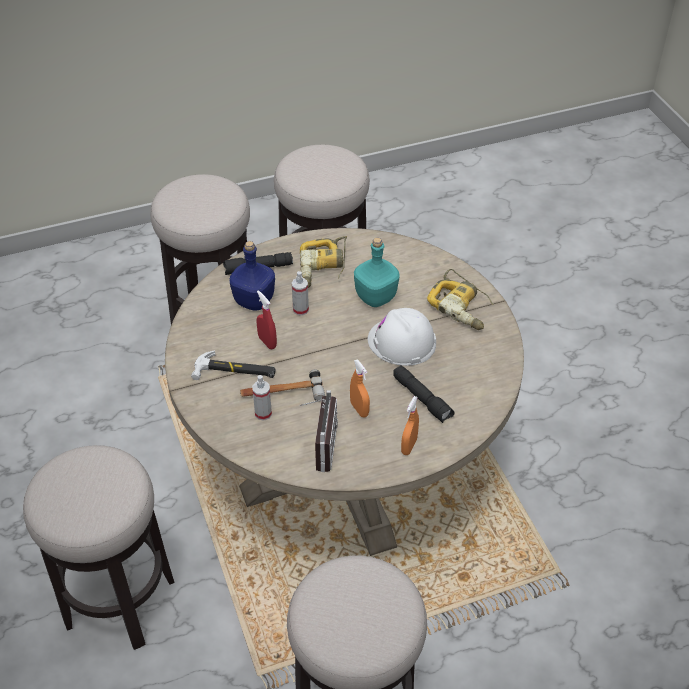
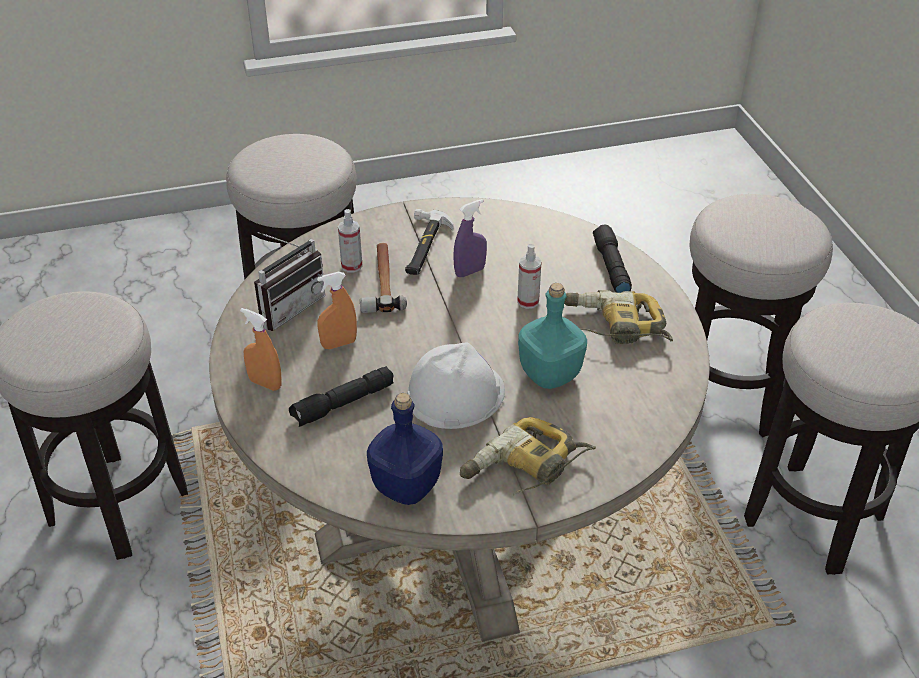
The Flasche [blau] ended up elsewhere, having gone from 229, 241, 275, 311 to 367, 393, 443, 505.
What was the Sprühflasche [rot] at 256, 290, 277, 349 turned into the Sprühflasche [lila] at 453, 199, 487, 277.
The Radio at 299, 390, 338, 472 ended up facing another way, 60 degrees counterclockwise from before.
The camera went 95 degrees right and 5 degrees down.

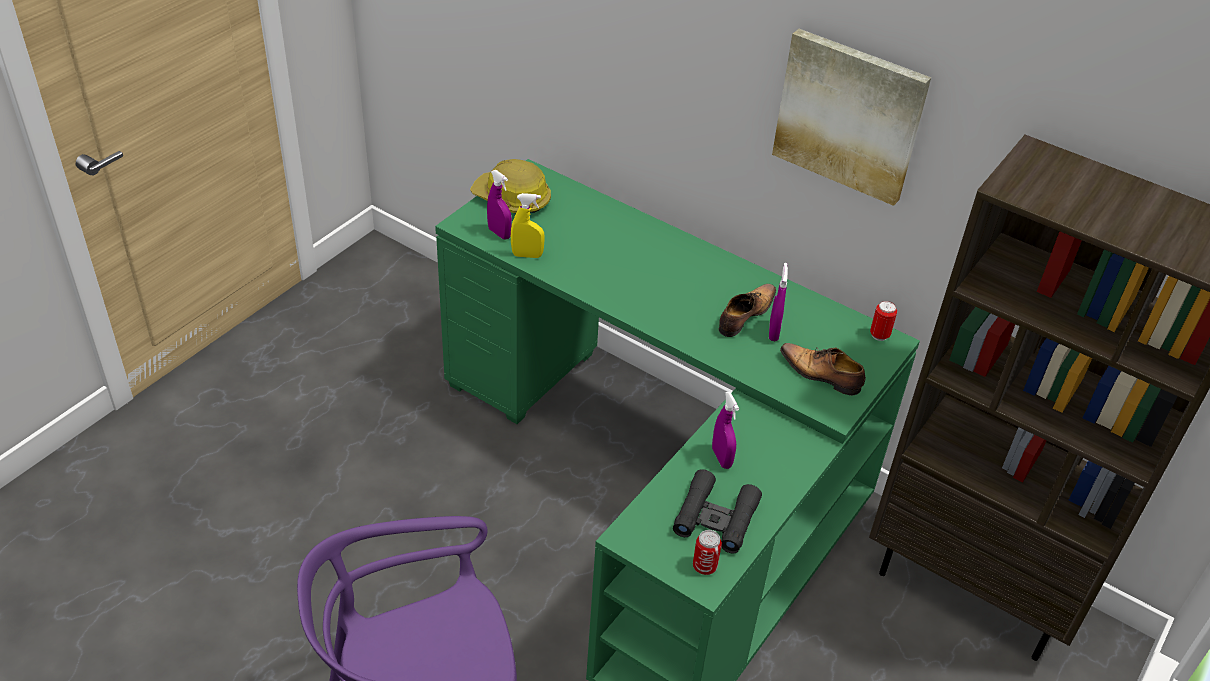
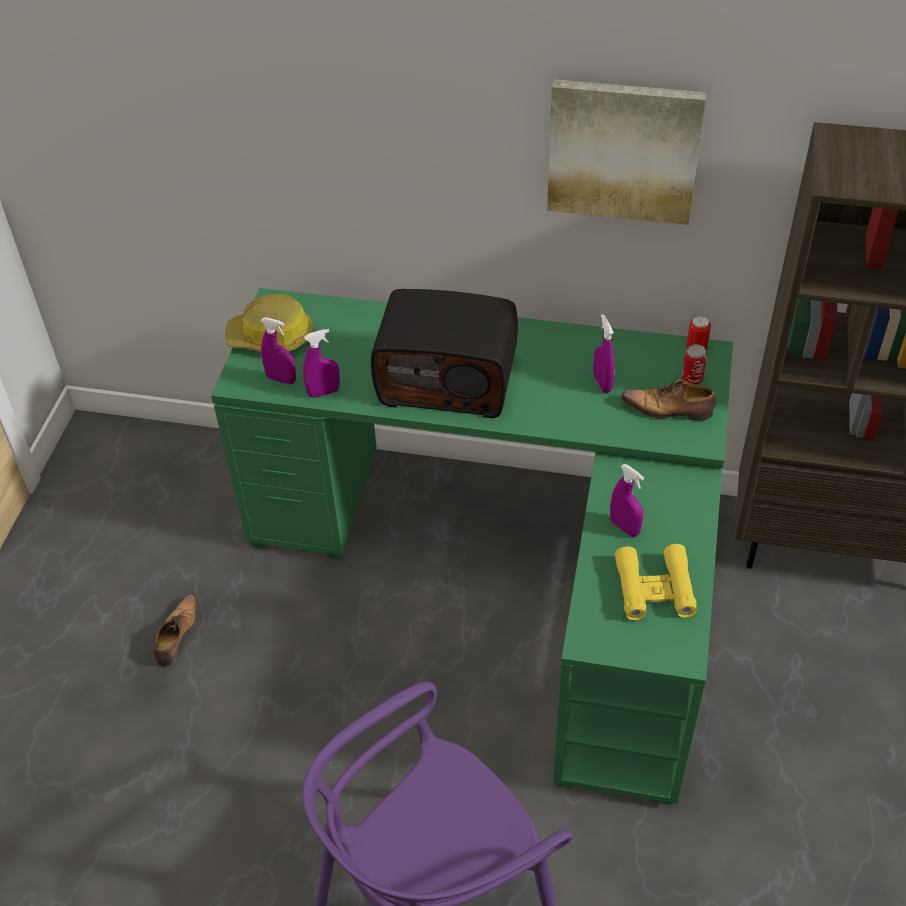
The second view gained the Radio at 371, 289, 518, 418.
The Dose ended up elsewhere, having gone from 693, 530, 722, 575 to 681, 344, 707, 385.
The Schuh ended up elsewhere, having gone from 719, 284, 776, 337 to 154, 594, 198, 667.
What was the Sprühflasche [gelb] at 511, 193, 545, 258 turned into the Sprühflasche [lila] at 303, 329, 340, 398.
What was the Fernglas [schwarz] at 673, 469, 762, 553 turned into the Fernglas [gelb] at 614, 544, 697, 620.
The camera went 20 degrees left and 5 degrees up.

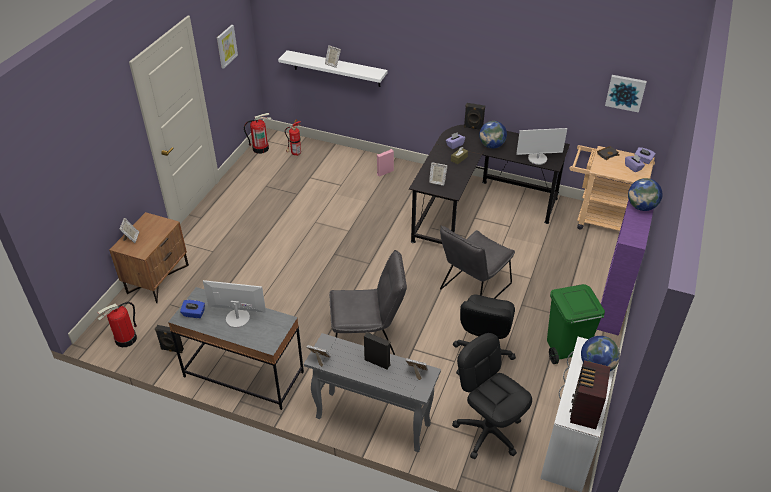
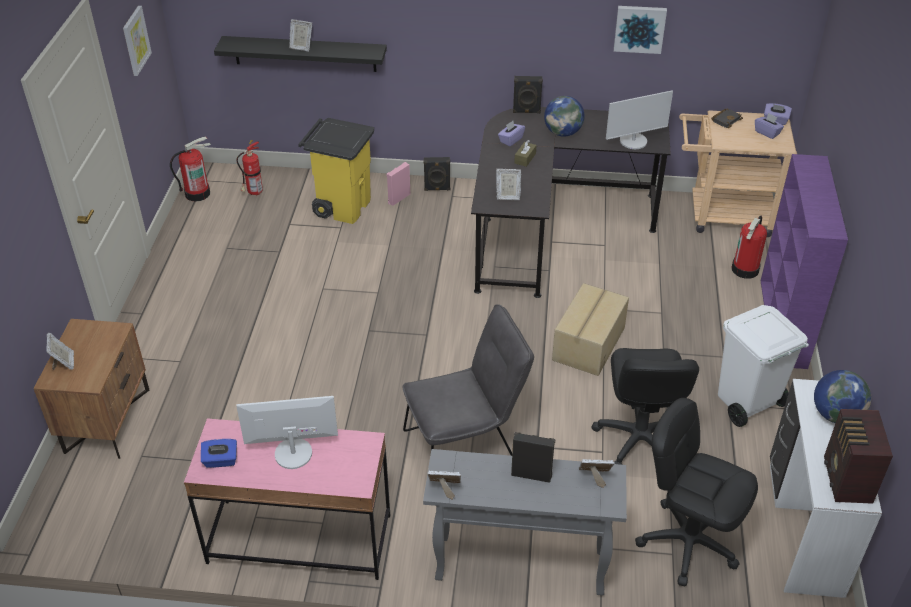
The second view lost the Globus at 628, 178, 663, 211.
The second view gained the Mülleimer [gelb] at 298, 118, 374, 224.
The Feuerlöscher ended up elsewhere, having gone from 98, 302, 137, 347 to 732, 216, 767, 279.
The Lautsprecher [schwarz] ended up elsewhere, having gone from 155, 325, 184, 353 to 423, 157, 450, 191.
The Bild ended up elsewhere, having gone from 605, 75, 647, 113 to 614, 6, 667, 54.
Where the Stuhl [grau] stood at 440, 225, 515, 299, the Karton came to stand at 552, 283, 629, 376.
What was the Schreibtisch [grau] at 168, 287, 304, 410 turned into the Schreibtisch [rosa] at 184, 418, 390, 580.
What was the Wandregal [weiß] at 278, 50, 387, 87 turned into the Wandregal [schwarz] at 214, 36, 387, 72.
What was the Mülleimer [grün] at 547, 284, 605, 364 turned into the Mülleimer [weiß] at 718, 305, 809, 427.
The camera went 15 degrees left and 0 degrees up.

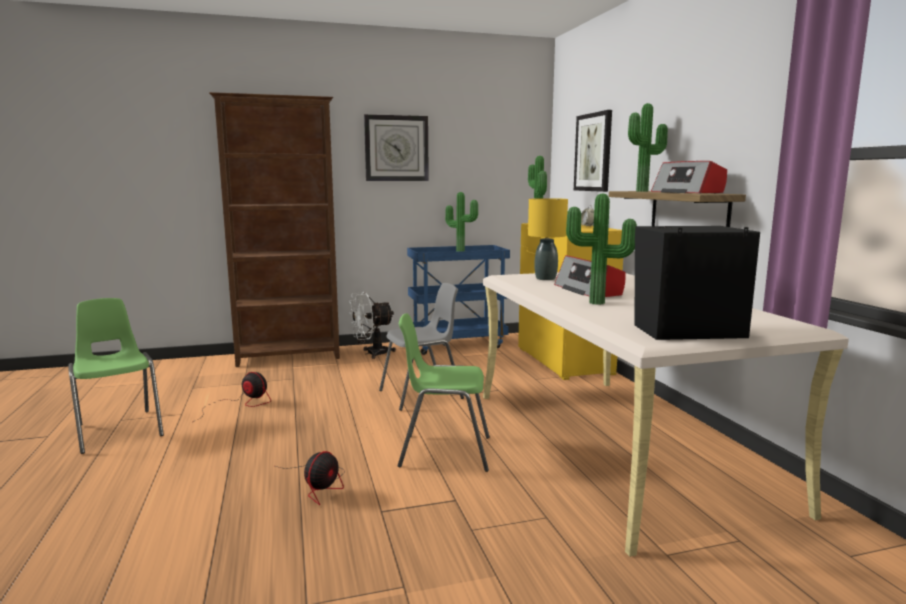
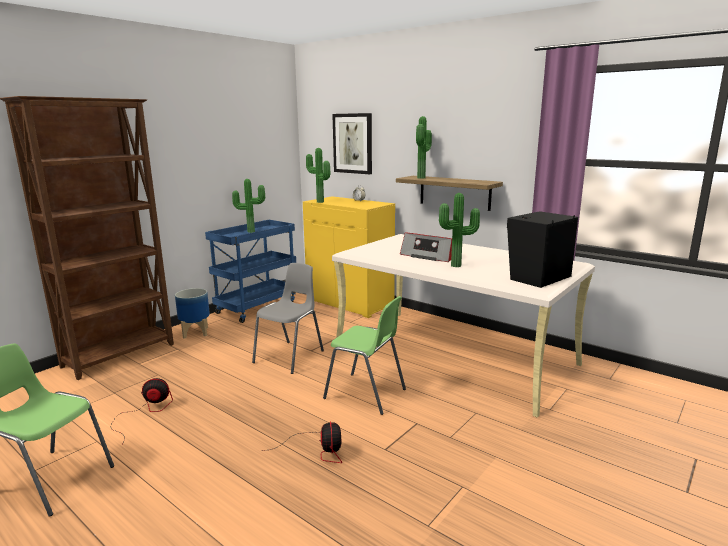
The second view lost the Wanduhr at 364, 114, 429, 181.
The second view lost the Tischlampe [gelb] at 528, 198, 568, 280.
The second view lost the Radio at 651, 161, 727, 194.
Where the Ventilator [weiß] stood at 349, 292, 396, 359, the Pflanzkübel came to stand at 175, 288, 210, 339.
The Stuhl [grün] at 398, 313, 490, 472 ended up facing another way, 120 degrees counterclockwise from before.
The camera went 35 degrees left and 5 degrees up.

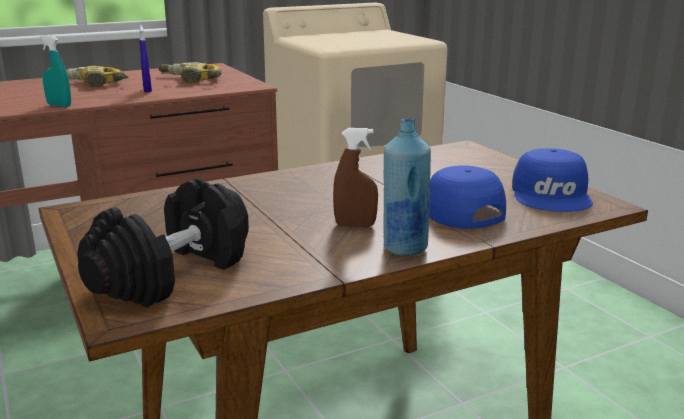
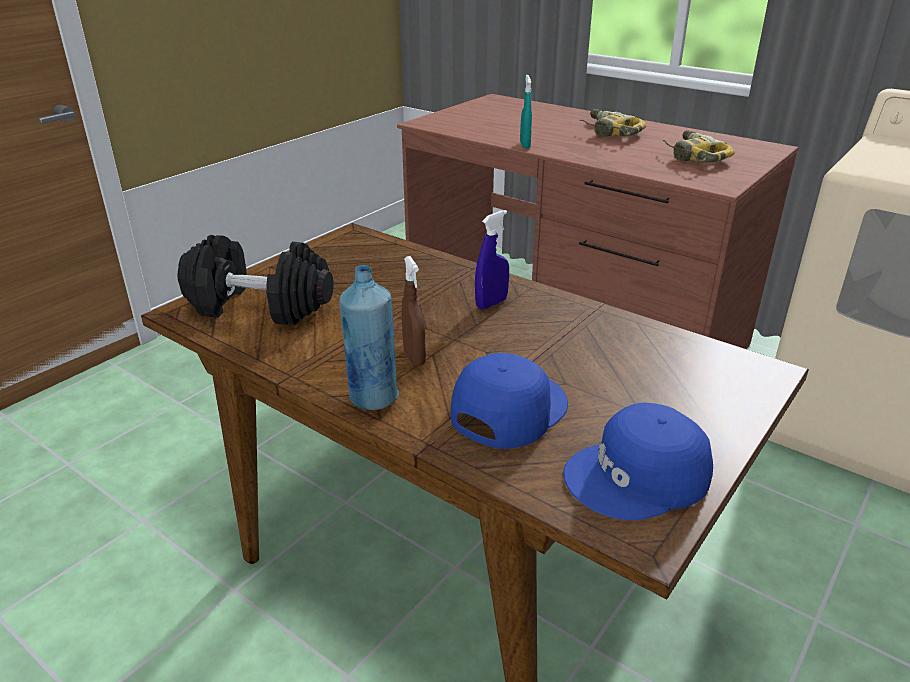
The Sprühflasche [blau] ended up elsewhere, having gone from 139, 25, 152, 93 to 475, 210, 509, 309.
The camera went 65 degrees right and 10 degrees up.

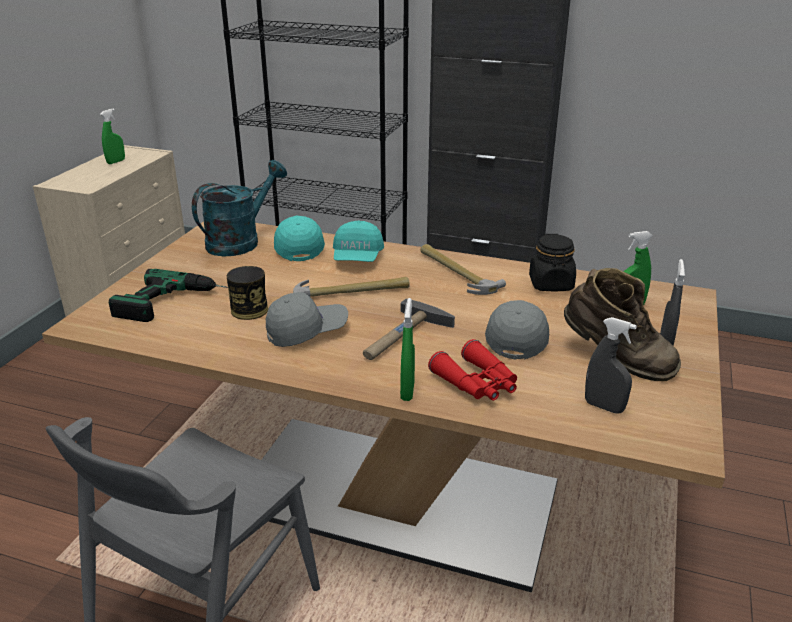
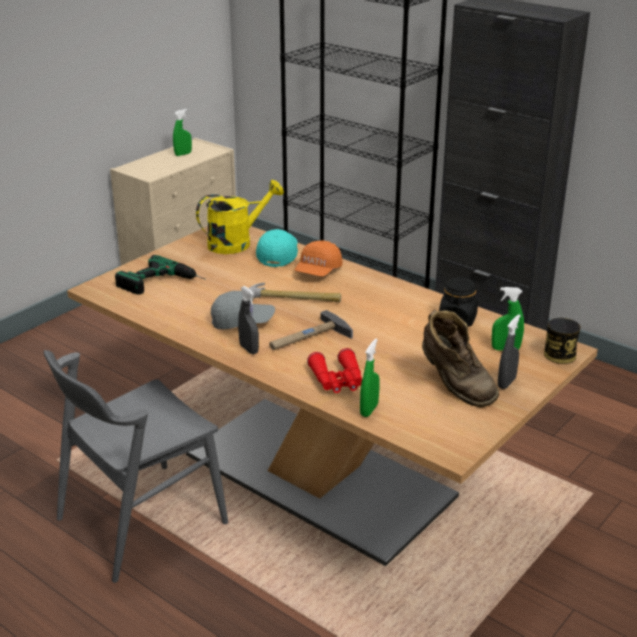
The second view lost the Hammer at 420, 244, 506, 295.
The second view lost the Kappe [grau] at 485, 300, 549, 360.
The Dose ended up elsewhere, having gone from 227, 266, 268, 320 to 544, 318, 581, 364.
The Sprühflasche [grün] ended up elsewhere, having gone from 400, 298, 415, 401 to 360, 339, 380, 417.
The Sprühflasche [grau] ended up elsewhere, having gone from 585, 317, 637, 413 to 238, 286, 259, 354.
What was the Gießkanne [türkis] at 192, 160, 287, 257 turned into the Gießkanne [gelb] at 196, 180, 284, 254.
What was the Kappe [türkis] at 333, 221, 384, 262 turned into the Kappe [orange] at 294, 240, 343, 276.
The camera went 20 degrees right and 0 degrees up.

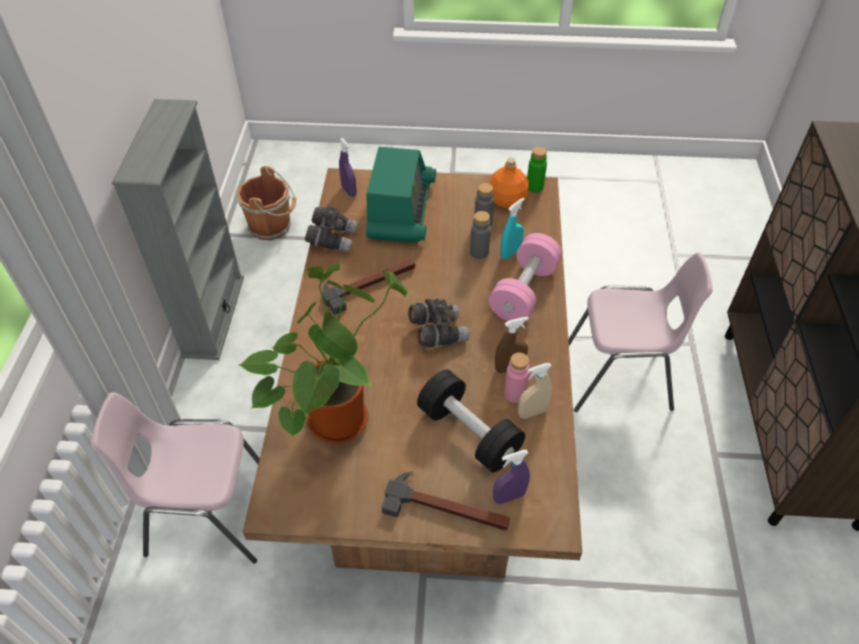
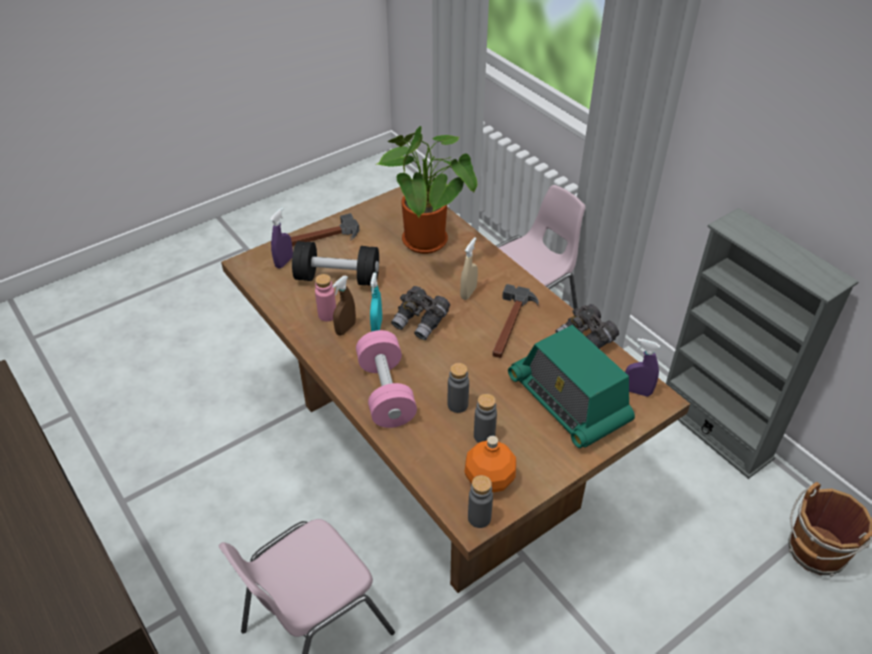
The Sprühflasche [türkis] ended up elsewhere, having gone from 500, 198, 525, 259 to 370, 272, 382, 332.
The Sprühflasche [beige] ended up elsewhere, having gone from 518, 363, 552, 419 to 460, 237, 478, 300.
What was the Flasche [grün] at 527, 147, 547, 193 turned into the Flasche [grau] at 468, 475, 493, 528.
The camera went 140 degrees right and 5 degrees down.

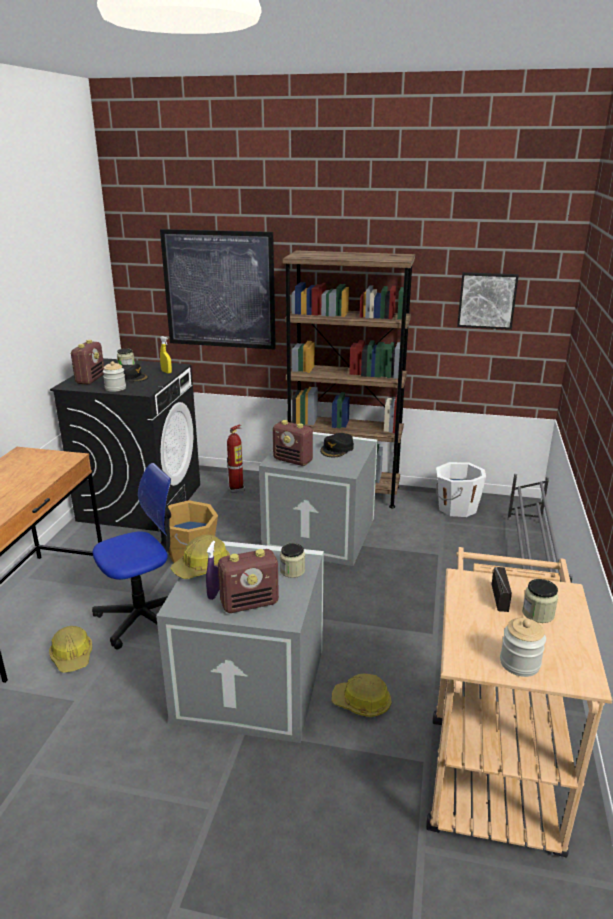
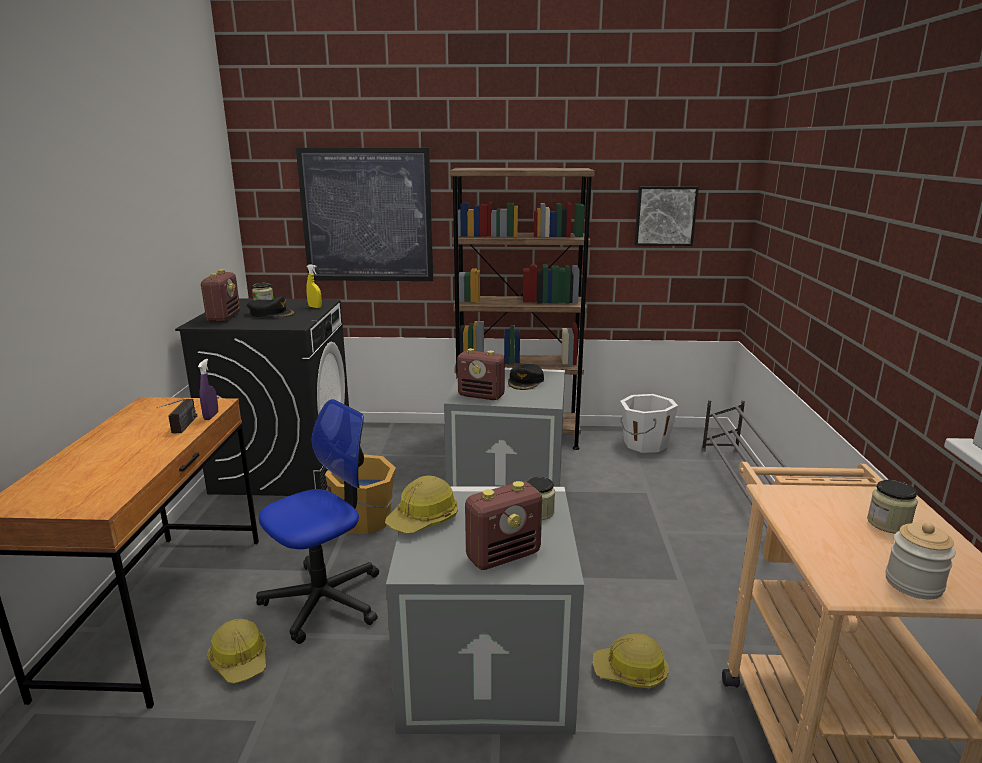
The second view lost the Vorratsglas at 103, 361, 126, 392.
The second view lost the Feuerlöscher at 227, 425, 245, 493.
The Sprühflasche [lila] ended up elsewhere, having gone from 206, 541, 220, 600 to 198, 359, 218, 420.
The Radio ended up elsewhere, having gone from 492, 567, 512, 612 to 157, 399, 197, 433.
The camera went 10 degrees left and 5 degrees down.

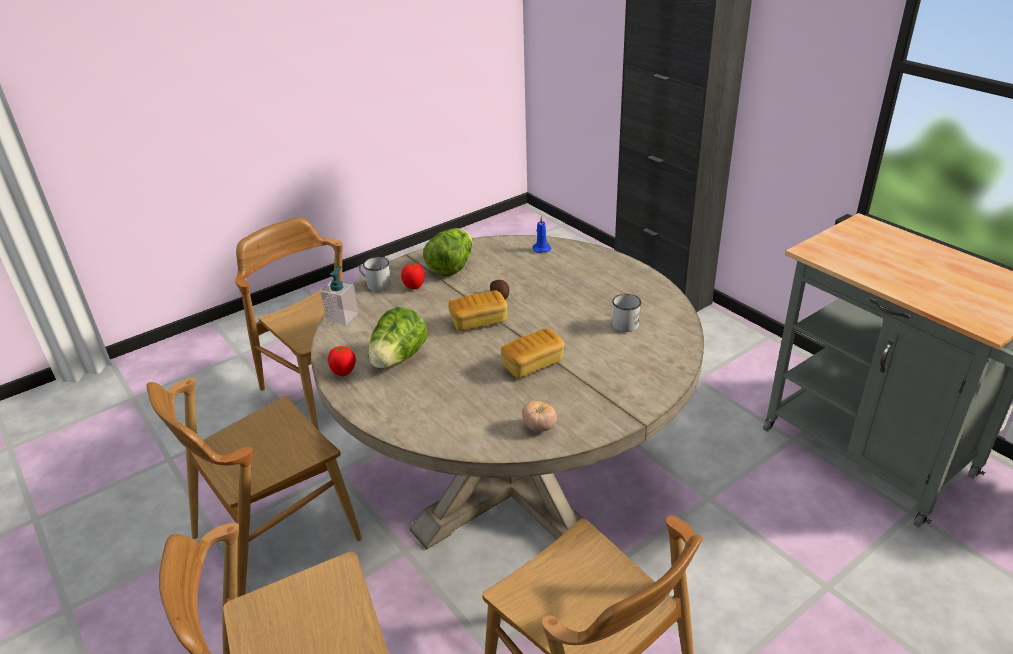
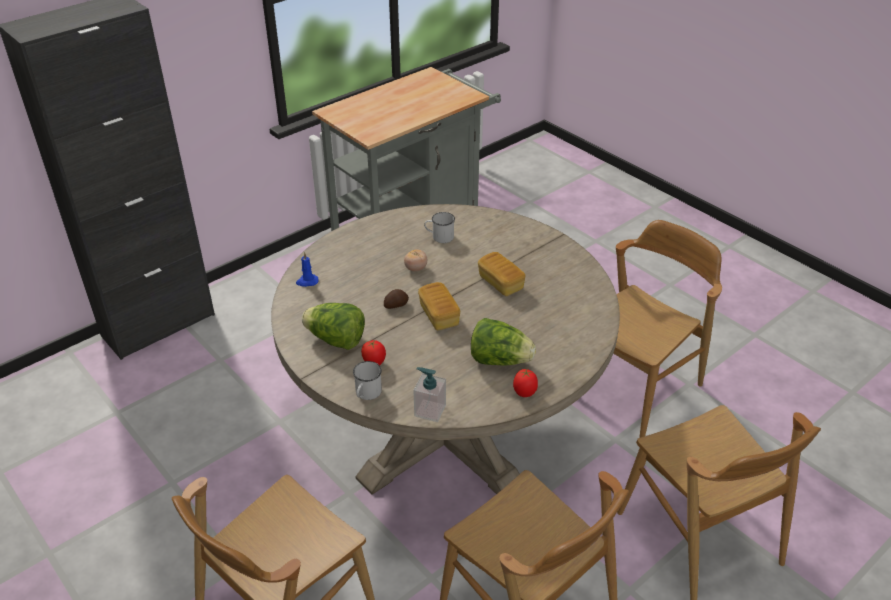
The Tomate ended up elsewhere, having gone from 522, 401, 557, 432 to 404, 249, 427, 271.
The camera went 95 degrees left and 5 degrees up.

